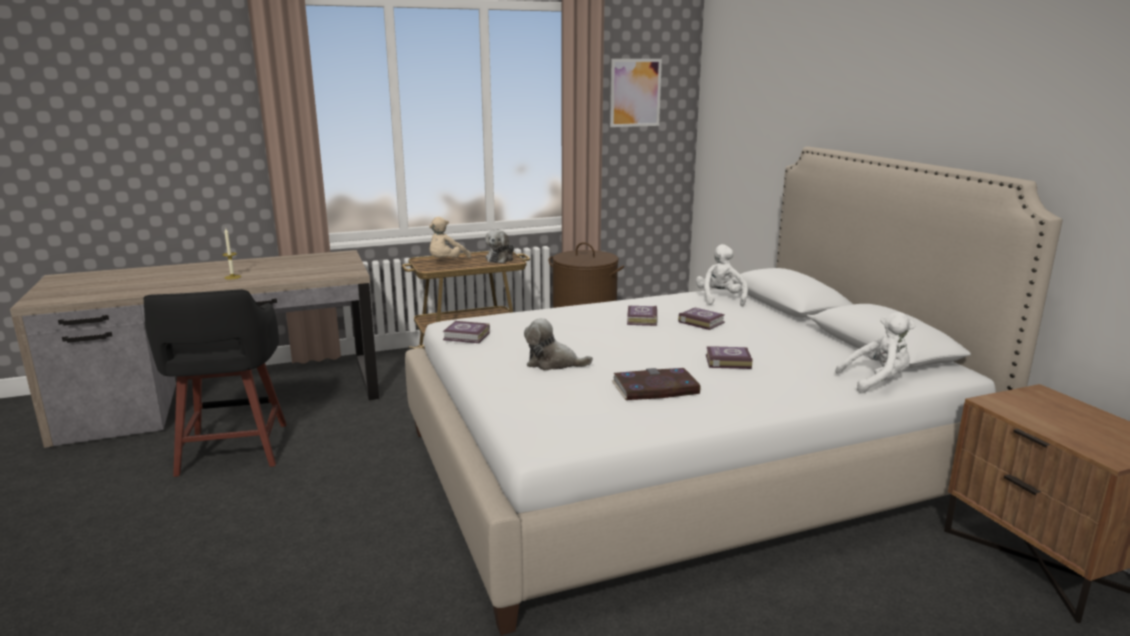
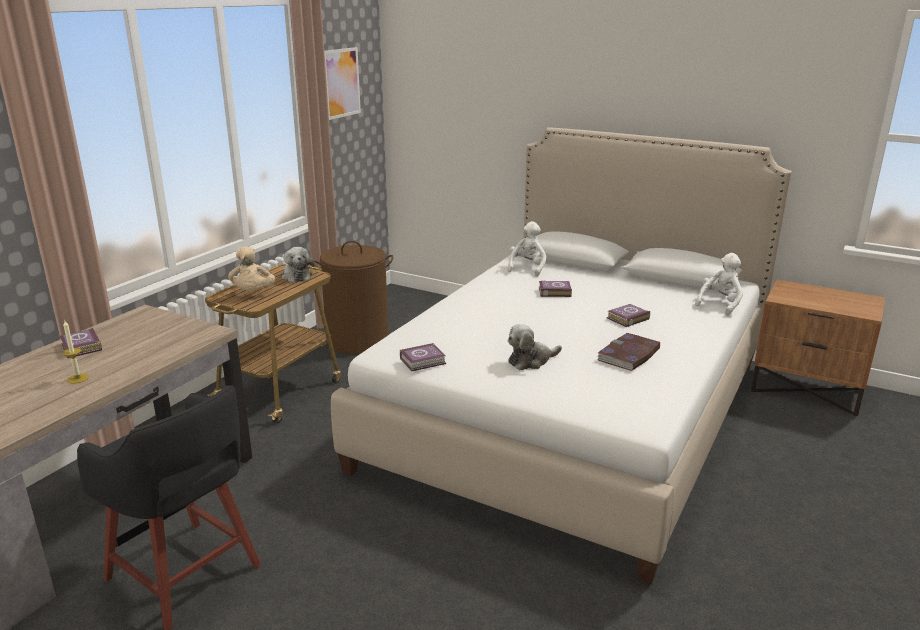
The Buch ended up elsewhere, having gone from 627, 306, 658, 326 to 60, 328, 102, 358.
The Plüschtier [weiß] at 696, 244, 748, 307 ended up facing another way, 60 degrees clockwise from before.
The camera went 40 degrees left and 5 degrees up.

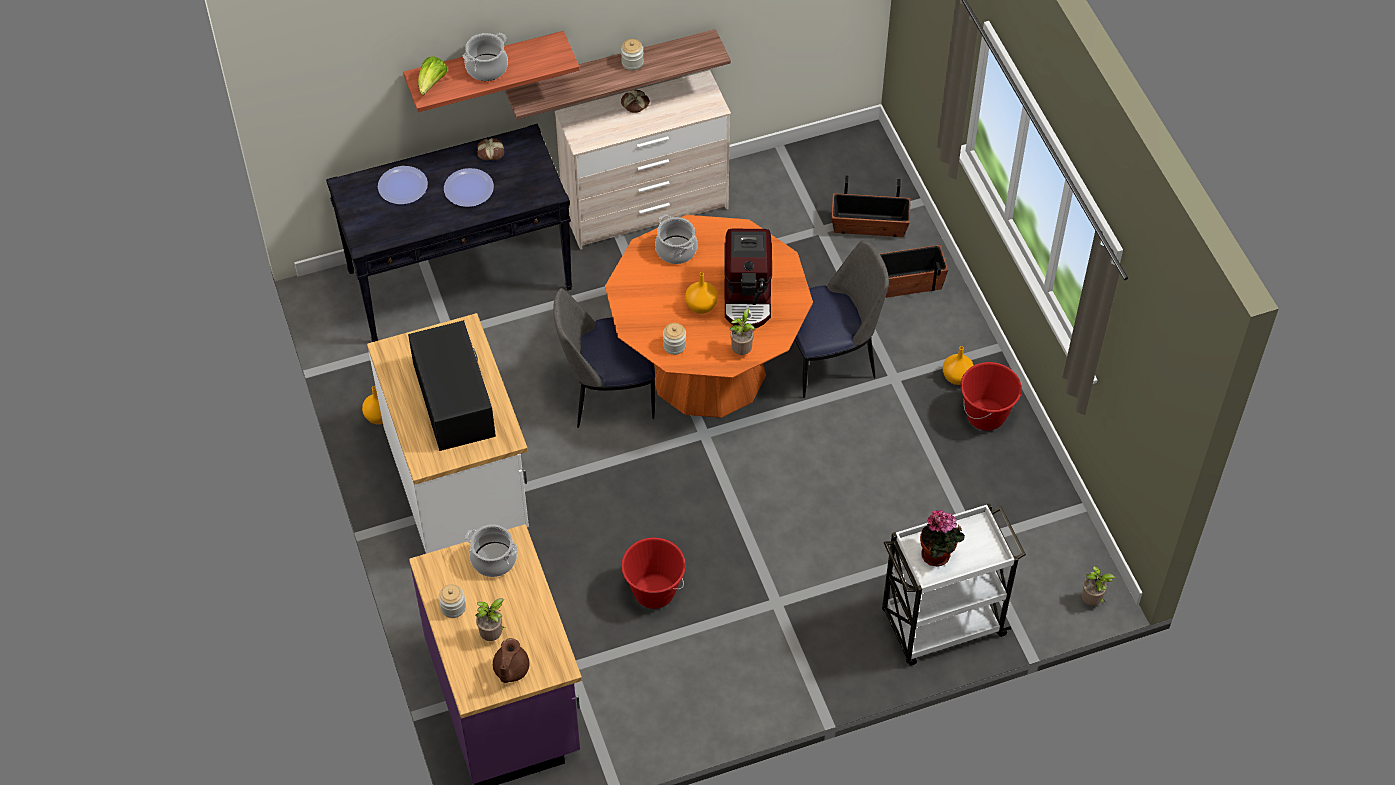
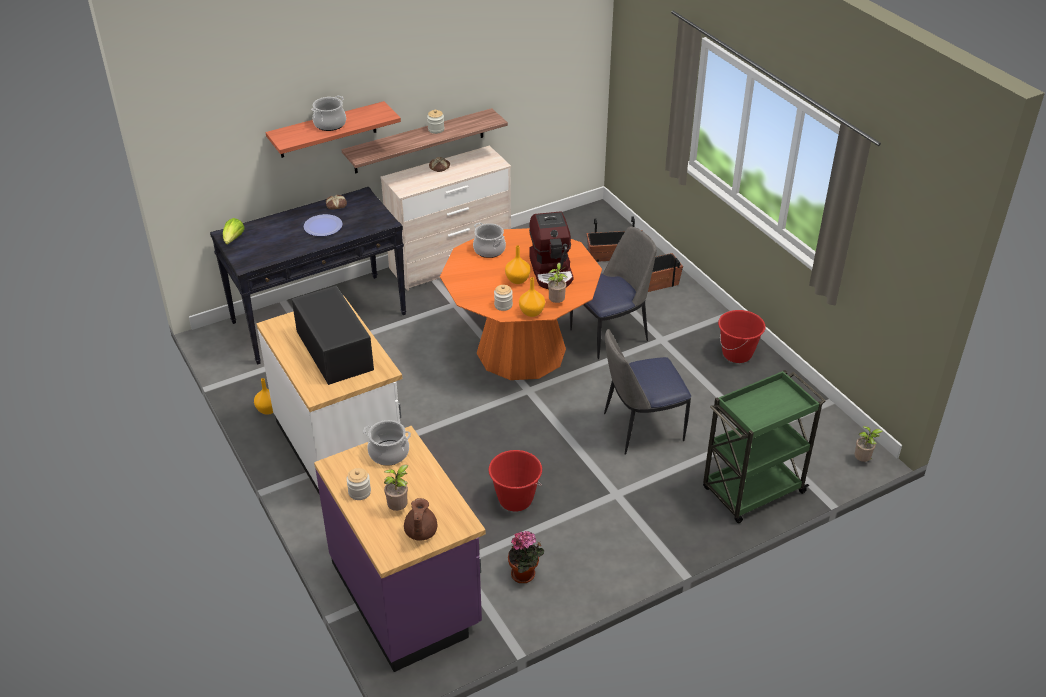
The second view lost the Teller at 378, 166, 428, 204.
The Salatkopf ended up elsewhere, having gone from 418, 56, 447, 95 to 223, 218, 245, 245.
The Stuhl ended up elsewhere, having gone from 553, 288, 655, 428 to 604, 329, 691, 455.
The Topfpflanze ended up elsewhere, having gone from 920, 510, 965, 567 to 508, 531, 544, 583.
The Vase [orange] ended up elsewhere, having gone from 943, 346, 973, 385 to 519, 277, 545, 317.
What was the Rollwagen [weiß] at 882, 503, 1026, 666 turned into the Rollwagen [grün] at 703, 370, 826, 523.
The camera went 10 degrees left and 15 degrees down.

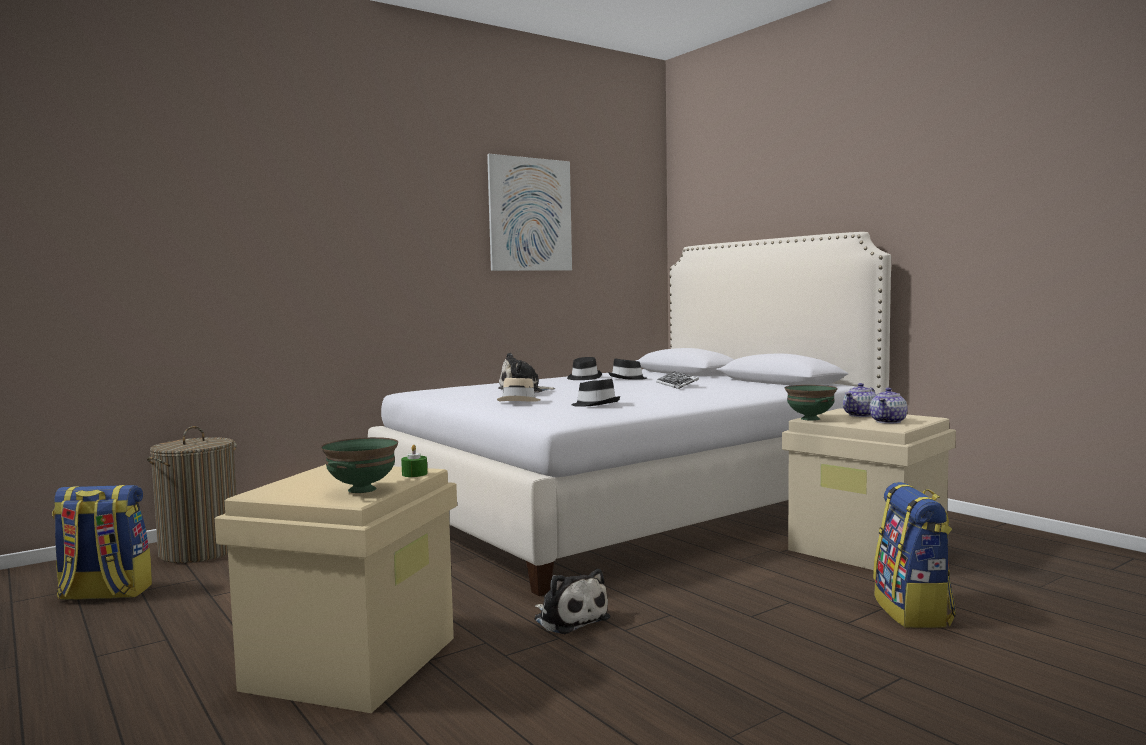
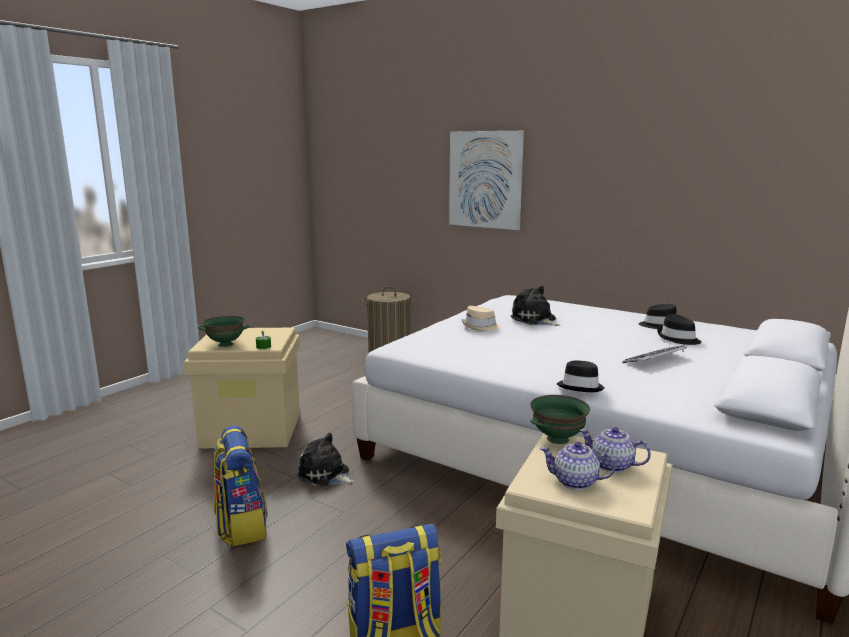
The Rucksack ended up elsewhere, having gone from 52, 485, 152, 600 to 214, 425, 268, 547.
The Bild ended up elsewhere, having gone from 487, 154, 572, 271 to 449, 131, 524, 230.
The Hut [schwarz] ended up elsewhere, having gone from 571, 379, 620, 407 to 557, 360, 605, 392.
The Plüschtier at 534, 569, 610, 634 ended up facing another way, 90 degrees clockwise from before.
The camera went 70 degrees right and 10 degrees up.

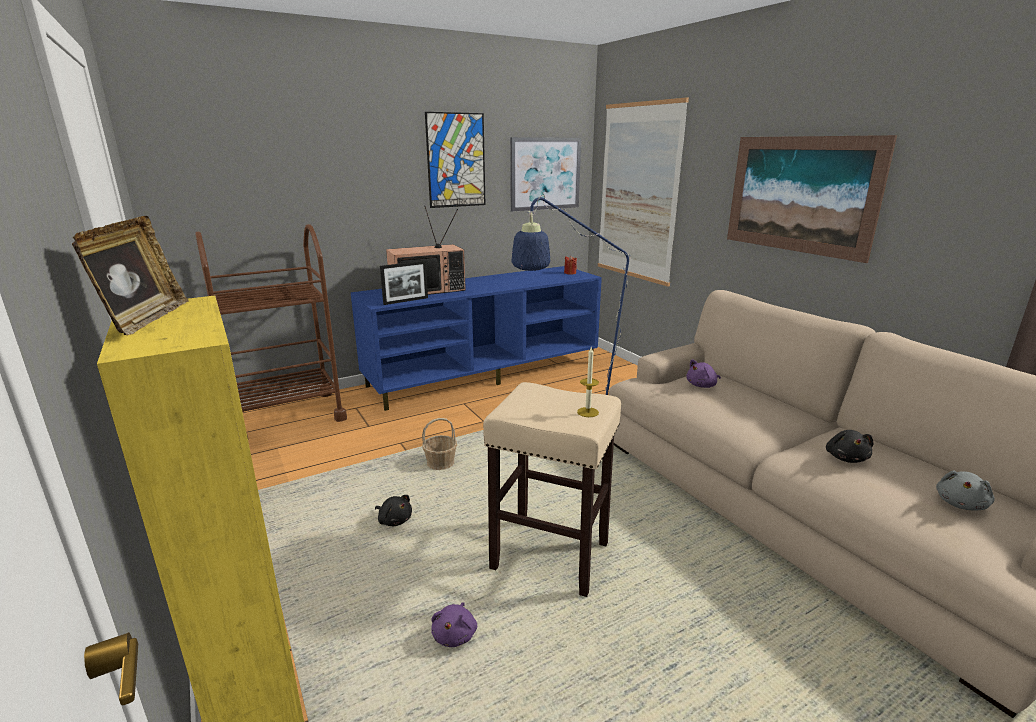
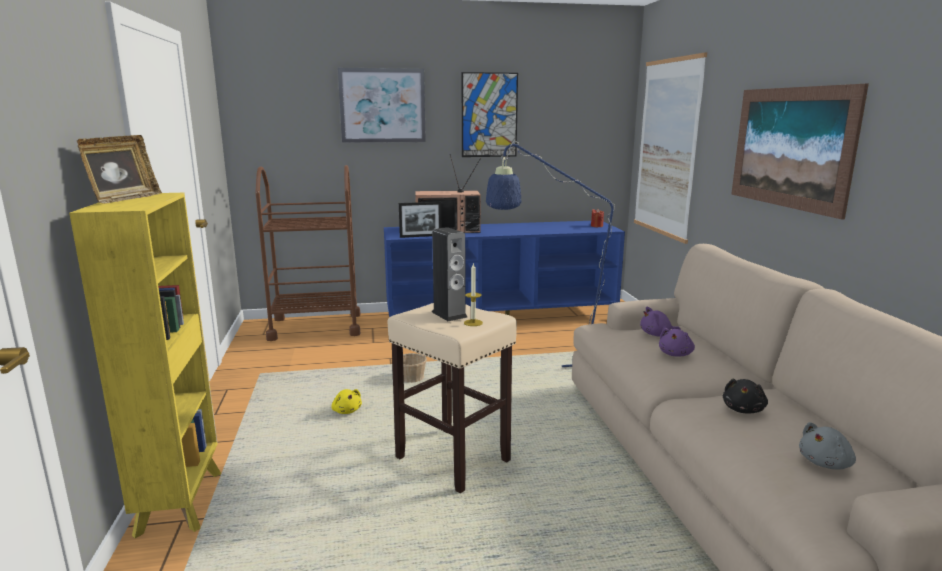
The second view gained the Lautsprecher at 432, 227, 468, 321.
The Plüschtier [lila] ended up elsewhere, having gone from 431, 602, 477, 647 to 659, 328, 695, 357.
The Bild ended up elsewhere, having gone from 510, 137, 581, 212 to 338, 68, 426, 143.
What was the Plüschtier [schwarz] at 375, 495, 412, 526 turned into the Plüschtier [gelb] at 331, 389, 362, 414.
The camera went 20 degrees right and 5 degrees down.

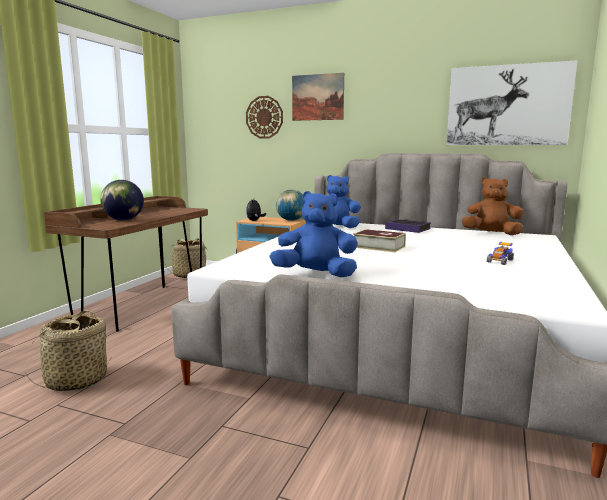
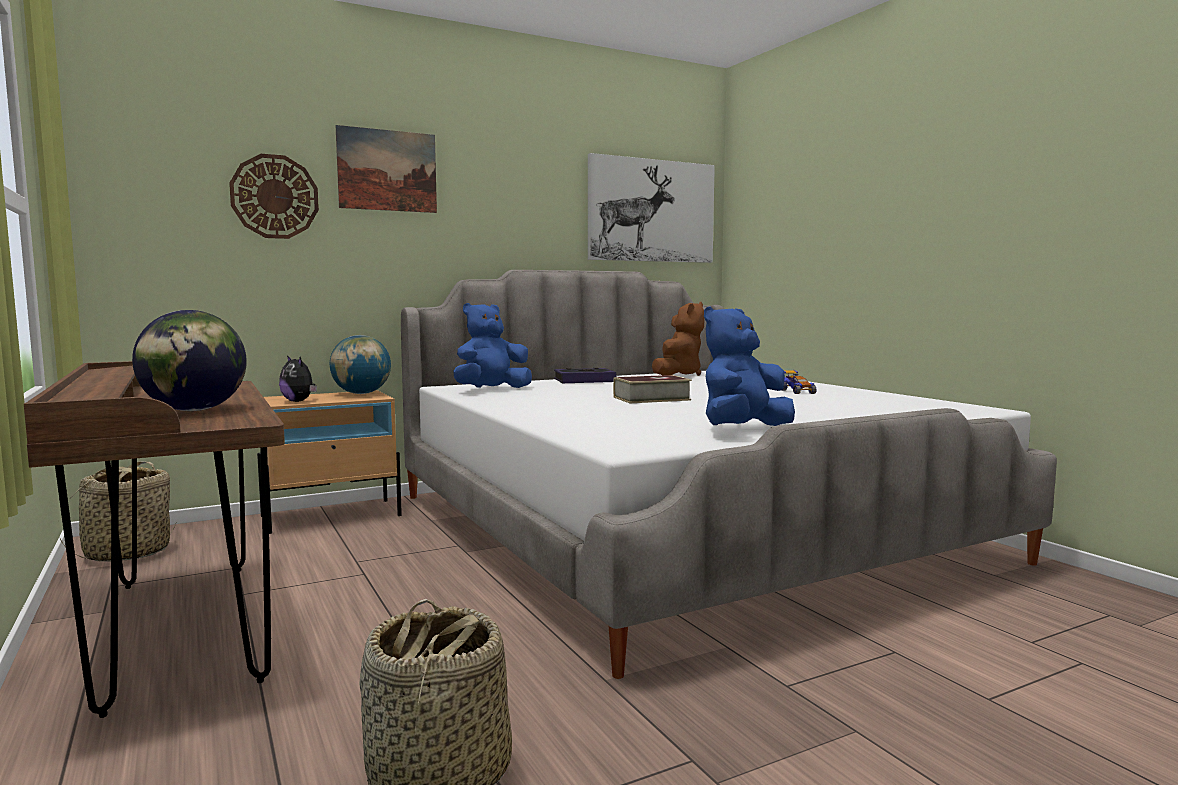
The Plüschtier [braun] at 462, 177, 523, 235 ended up facing another way, 150 degrees clockwise from before.
The camera went 50 degrees left and 5 degrees down.

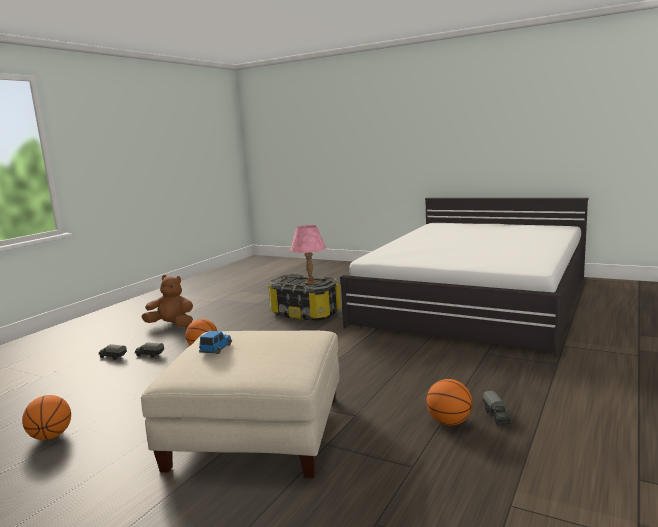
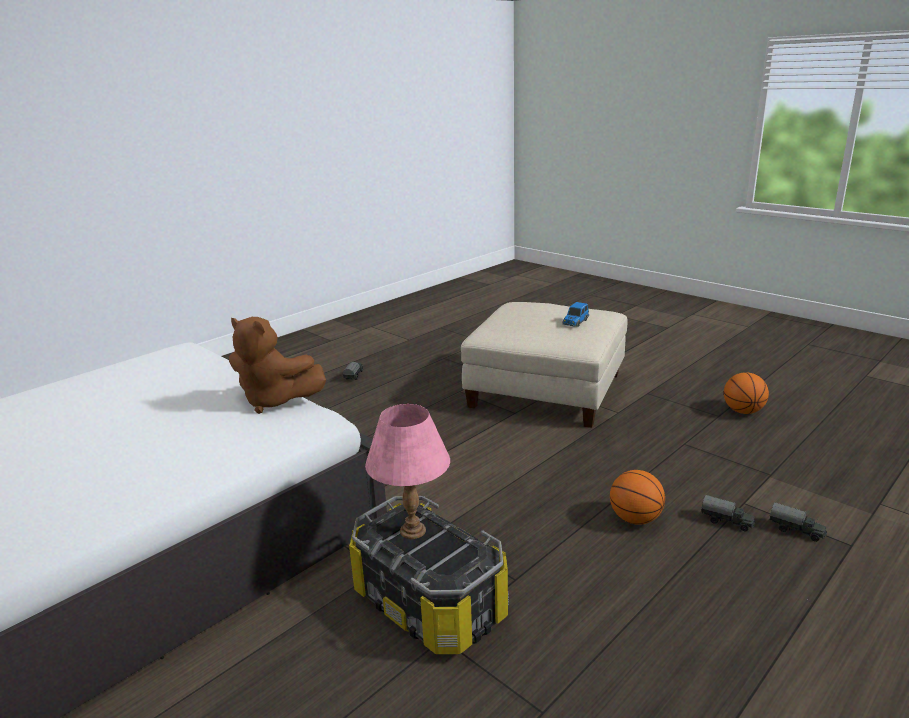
The second view lost the Basketball at 426, 379, 473, 425.
The Plüschtier [braun] ended up elsewhere, having gone from 141, 275, 193, 327 to 229, 317, 326, 414.
The camera went 165 degrees left and 10 degrees up.

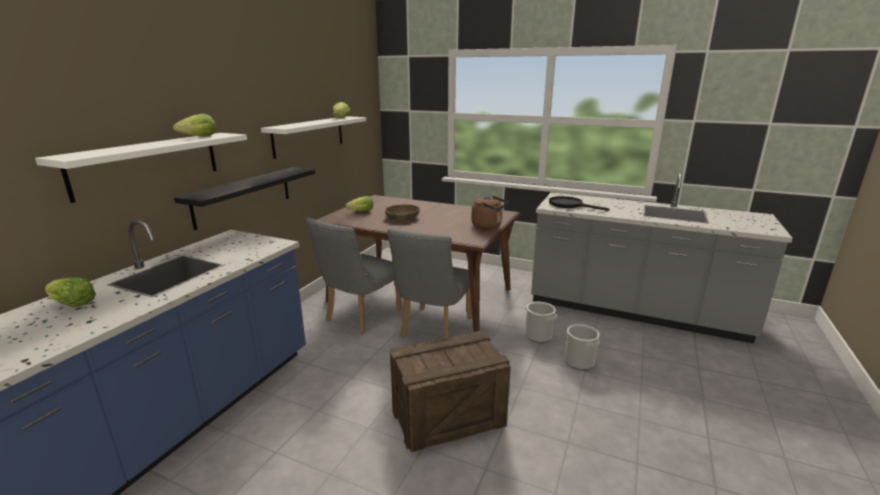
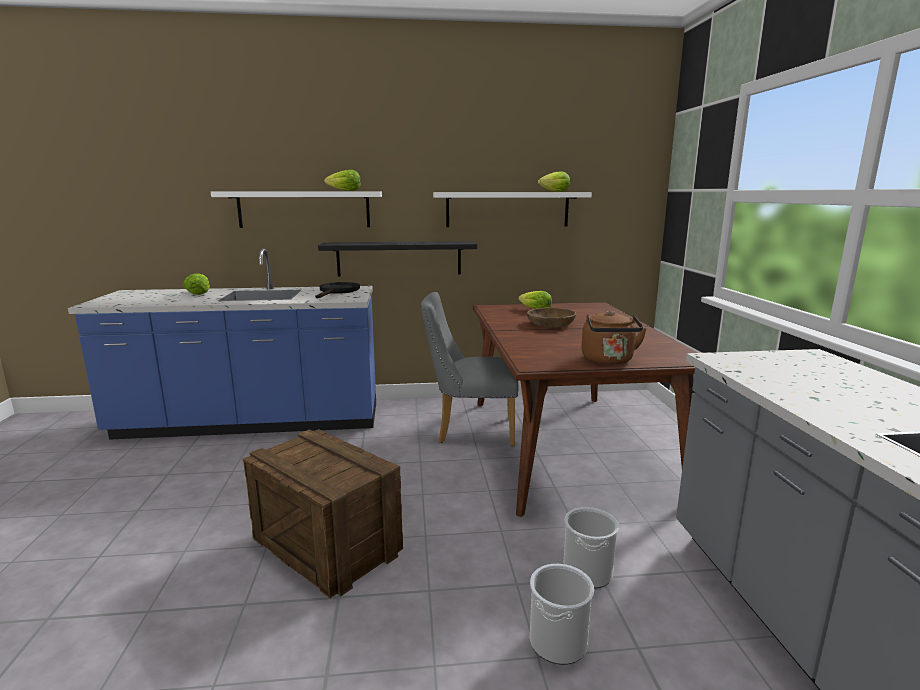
The second view lost the Stuhl [grau] at 387, 228, 472, 338.
The Pfanne [schwarz] ended up elsewhere, having gone from 549, 196, 609, 211 to 315, 282, 360, 299.
The camera went 60 degrees right and 5 degrees down.

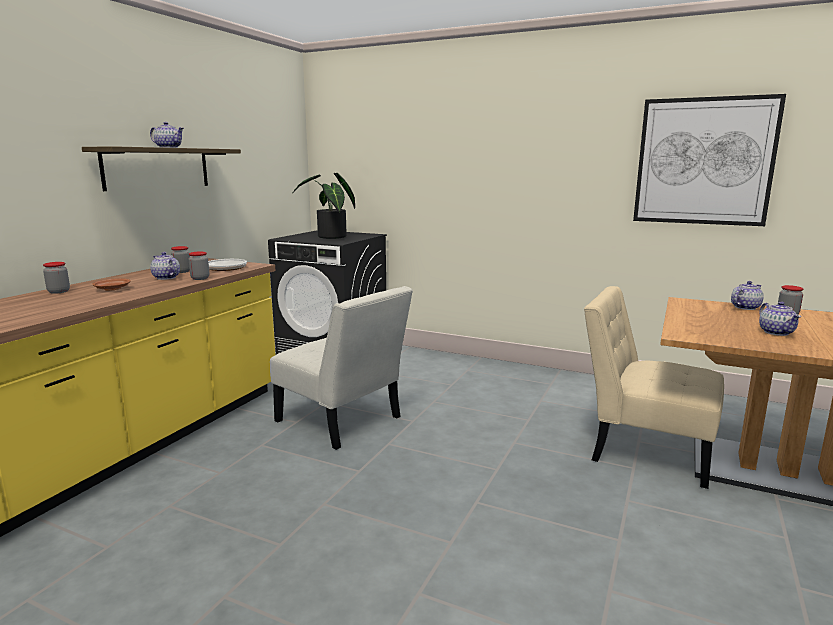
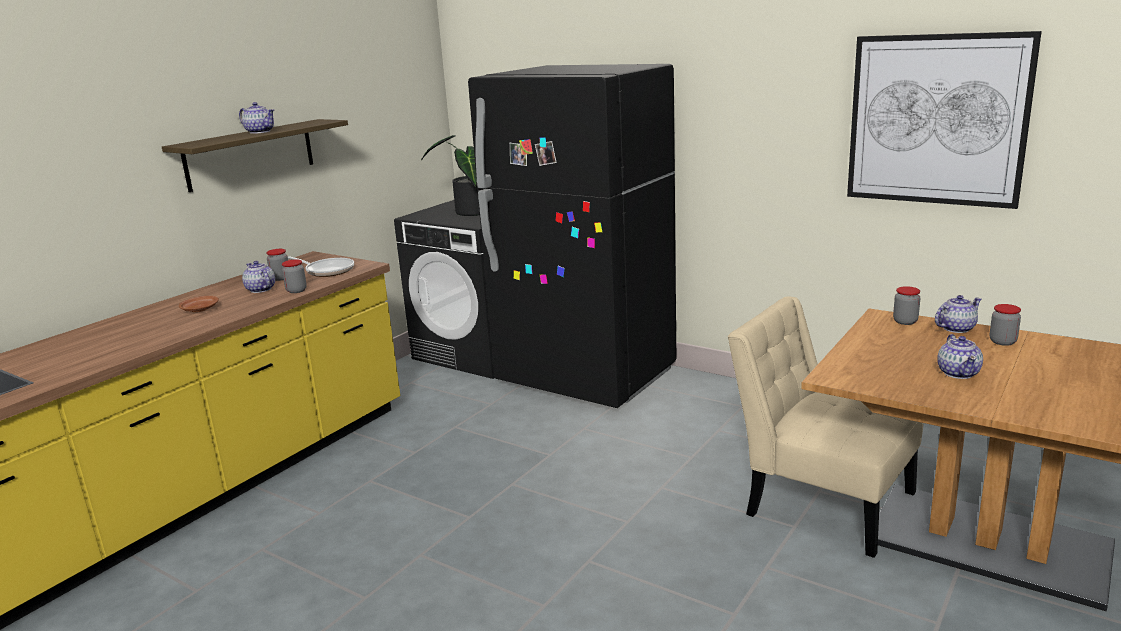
The second view lost the Stuhl [weiß] at 270, 286, 413, 450.
The second view gained the Kühlschrank [schwarz] at 468, 64, 676, 408.
The Vorratsglas ended up elsewhere, having gone from 43, 262, 70, 294 to 893, 286, 920, 325.
The camera went 10 degrees right and 5 degrees up.

